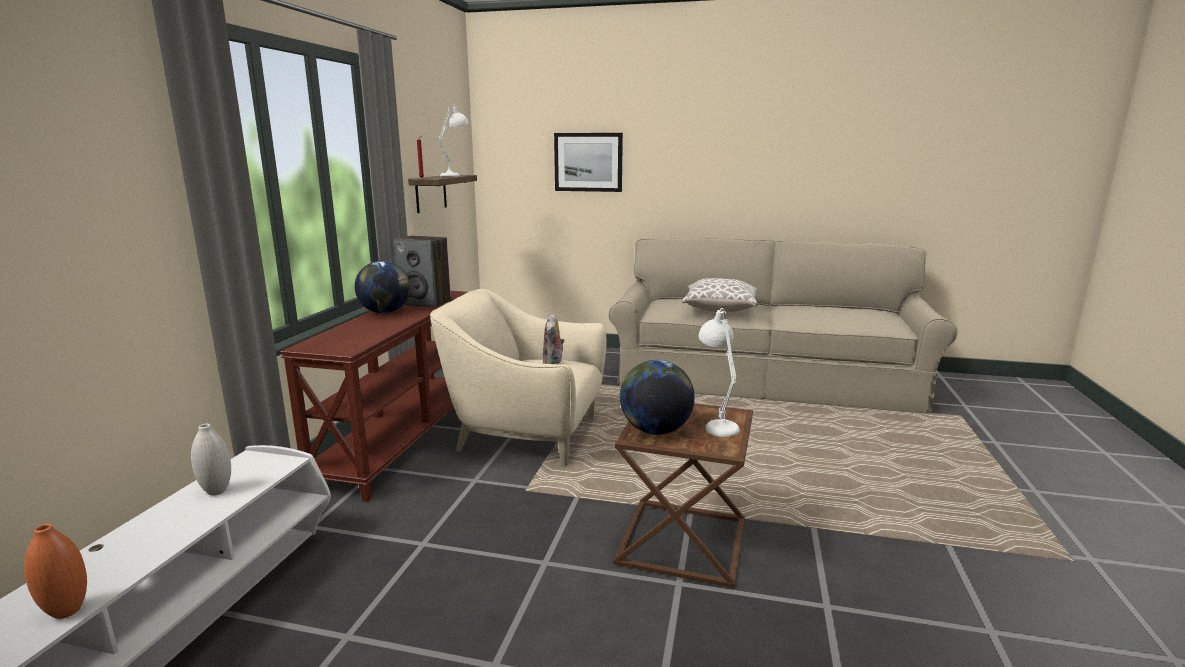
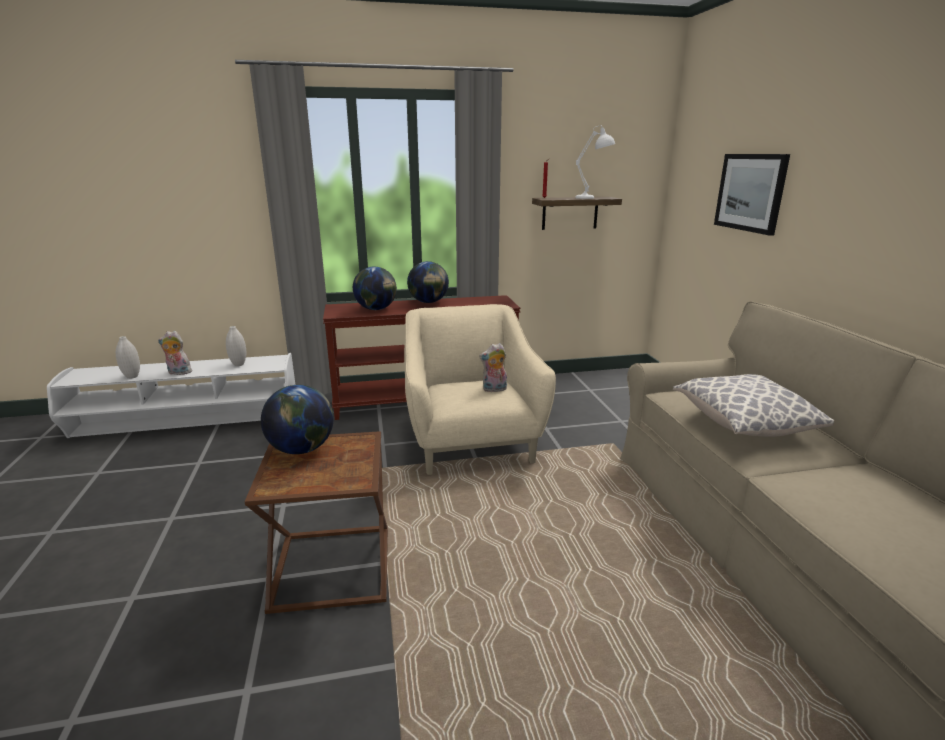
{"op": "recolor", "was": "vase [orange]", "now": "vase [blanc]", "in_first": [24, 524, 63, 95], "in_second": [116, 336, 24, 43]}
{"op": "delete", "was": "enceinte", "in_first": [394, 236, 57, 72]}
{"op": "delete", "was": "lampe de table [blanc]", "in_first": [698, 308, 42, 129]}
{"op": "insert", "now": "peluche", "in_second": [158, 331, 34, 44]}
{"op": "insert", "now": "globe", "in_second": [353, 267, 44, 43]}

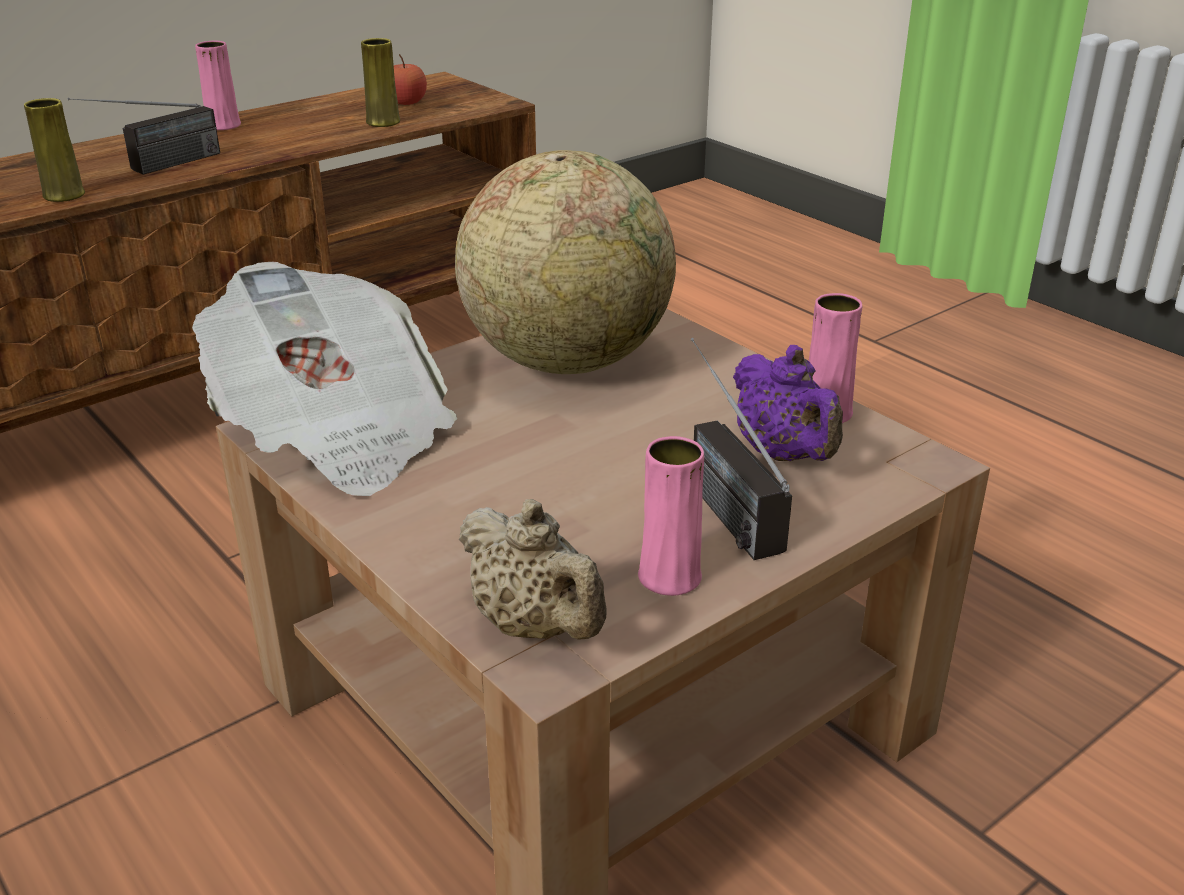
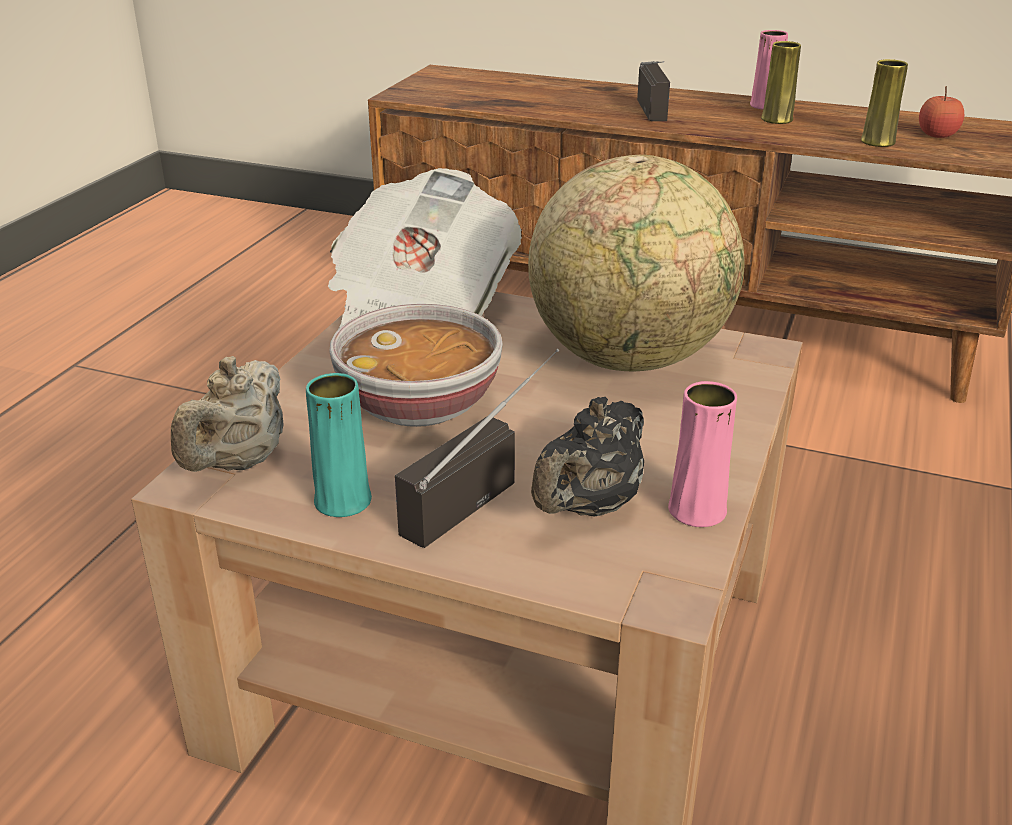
{"op": "move", "was": "vase [jaune]", "in_first": [24, 98, 61, 104], "in_second": [761, 41, 40, 83]}
{"op": "rotate", "was": "radio", "in_first": [67, 98, 153, 77], "in_second": [637, 61, 33, 60], "clockwise": -105}
{"op": "recolor", "was": "vase [rose]", "now": "vase [turquoise]", "in_first": [638, 436, 66, 160], "in_second": [306, 373, 66, 144]}
{"op": "recolor", "was": "théière [violet]", "now": "théière [noir]", "in_first": [733, 345, 110, 116], "in_second": [531, 397, 113, 119]}
{"op": "insert", "now": "bol", "in_second": [329, 304, 174, 123]}

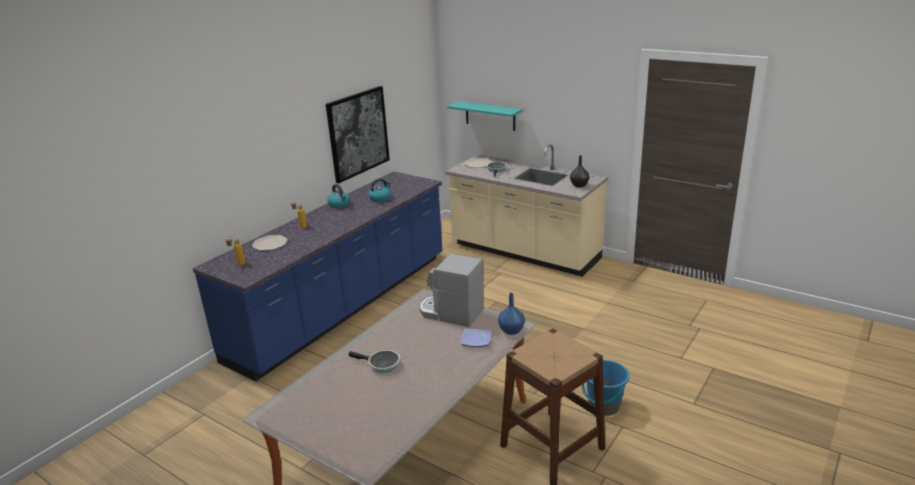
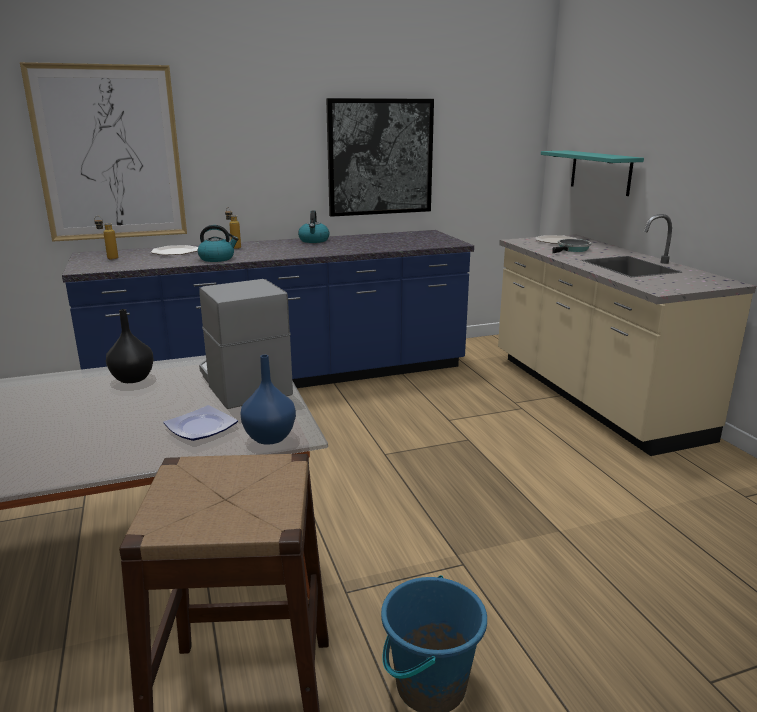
{"op": "delete", "was": "poêle", "in_first": [349, 350, 51, 23]}
{"op": "move", "was": "bouilloire", "in_first": [368, 178, 23, 24], "in_second": [198, 225, 40, 37]}
{"op": "move", "was": "vase [noir]", "in_first": [570, 155, 20, 32], "in_second": [106, 309, 48, 74]}
{"op": "insert", "now": "tableau", "in_second": [20, 62, 167, 180]}

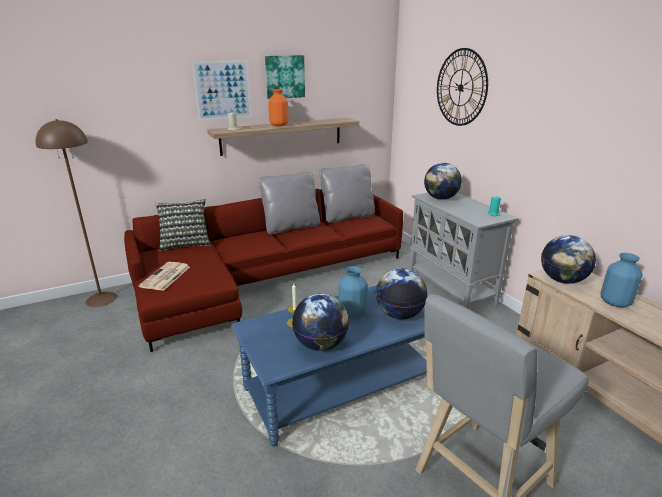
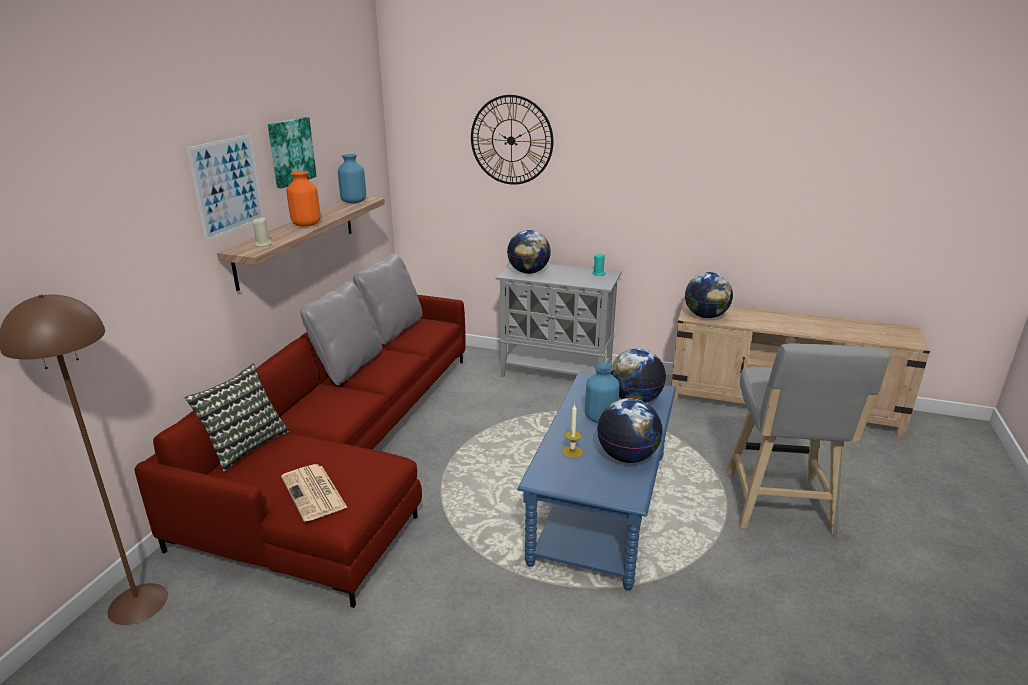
{"op": "move", "was": "vase [bleu]", "in_first": [600, 253, 42, 54], "in_second": [338, 154, 28, 49]}

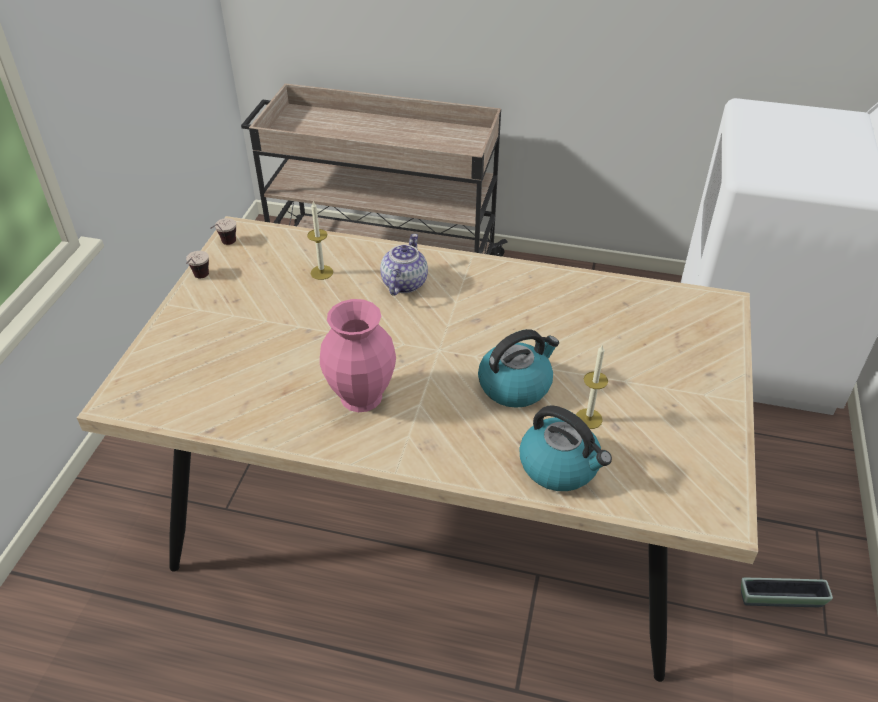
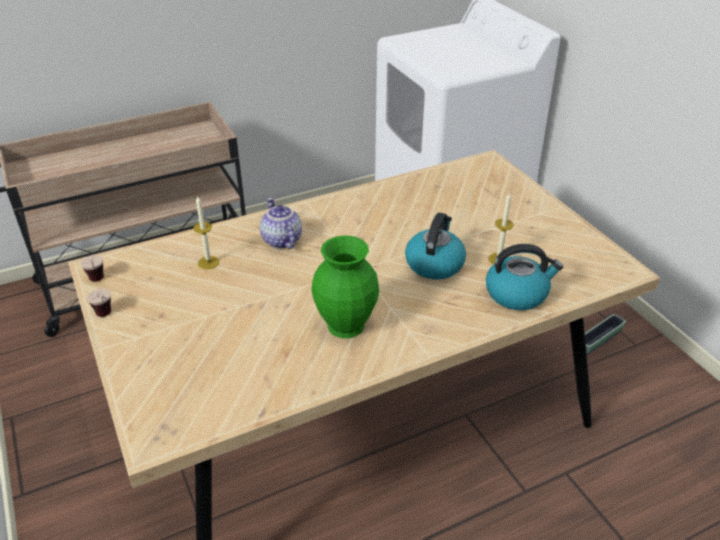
{"op": "recolor", "was": "vase [rose]", "now": "vase [vert]", "in_first": [320, 299, 76, 113], "in_second": [311, 235, 68, 103]}

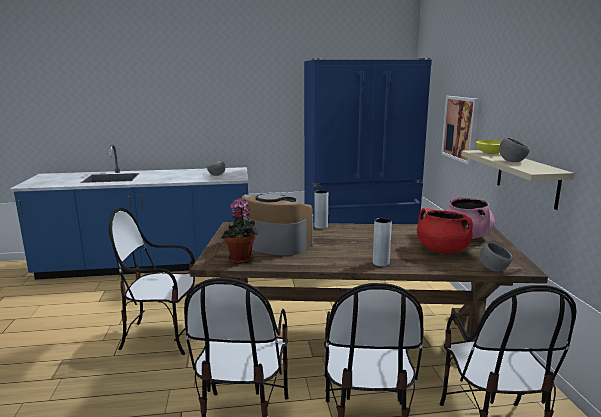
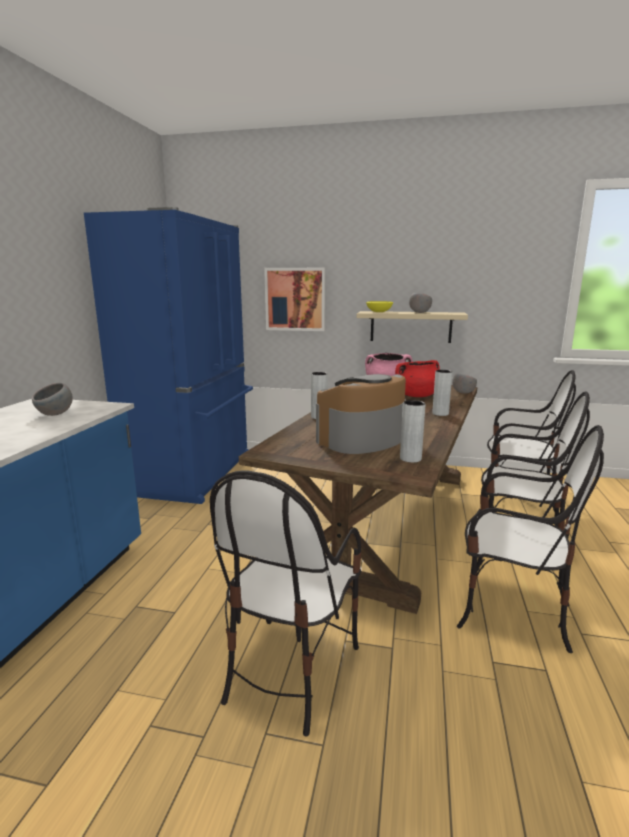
{"op": "replace", "was": "plante en pot", "now": "vase [gris]", "in_first": [221, 198, 37, 66], "in_second": [400, 400, 25, 63]}

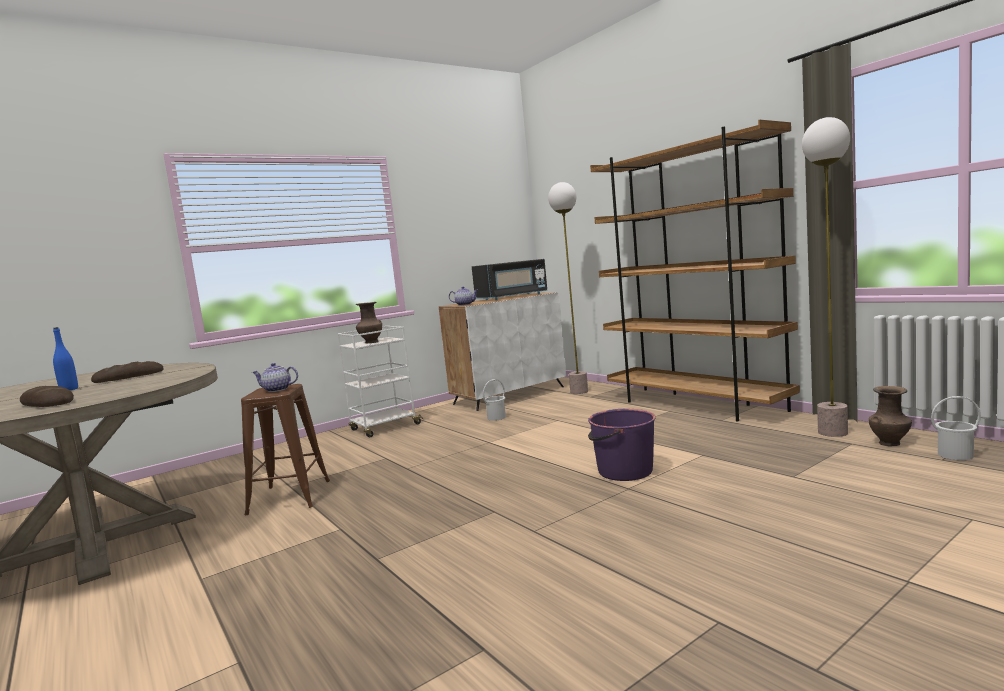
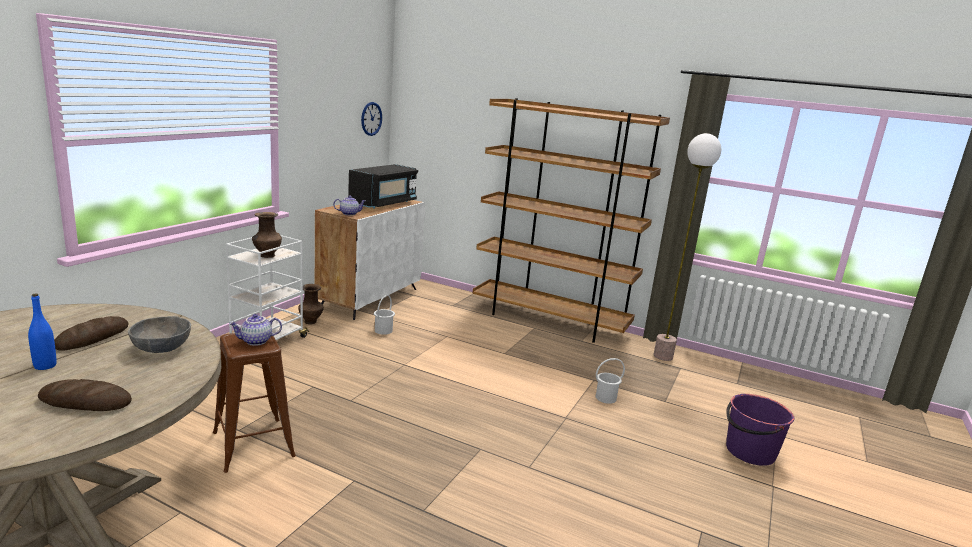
{"op": "delete", "was": "lampadaire", "in_first": [548, 182, 40, 212]}
{"op": "move", "was": "seau [violet]", "in_first": [588, 409, 68, 72], "in_second": [726, 394, 68, 72]}
{"op": "move", "was": "vase [marron]", "in_first": [868, 386, 44, 60], "in_second": [298, 284, 26, 40]}
{"op": "move", "was": "seau [blanc]", "in_first": [931, 396, 50, 64], "in_second": [596, 358, 29, 46]}
{"op": "insert", "now": "bol [gris]", "in_second": [128, 316, 63, 37]}
{"op": "insert", "now": "horloge murale", "in_second": [361, 102, 21, 34]}

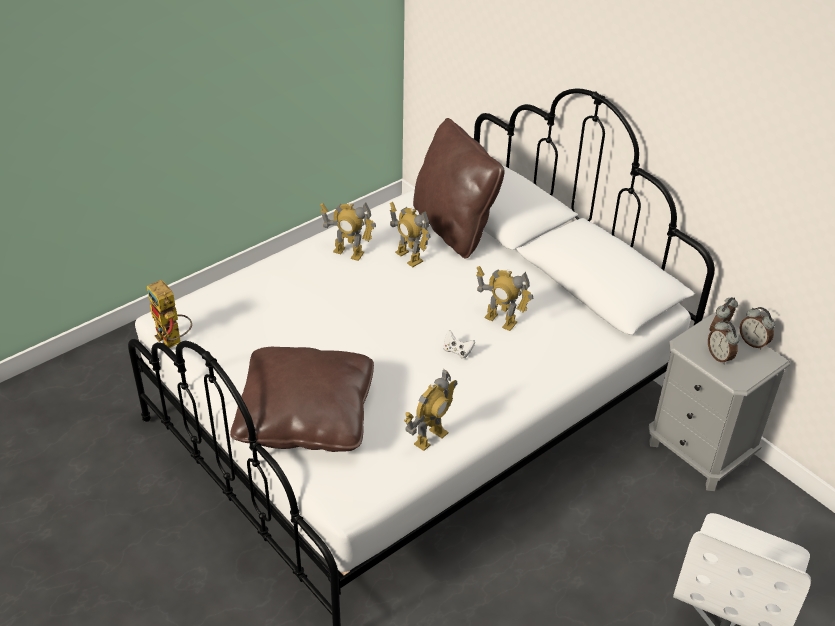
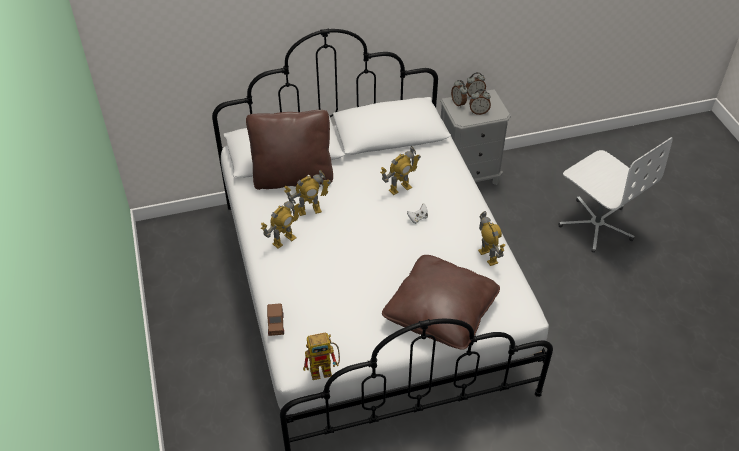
{"op": "insert", "now": "petite voiture [marron]", "in_second": [267, 304, 17, 32]}

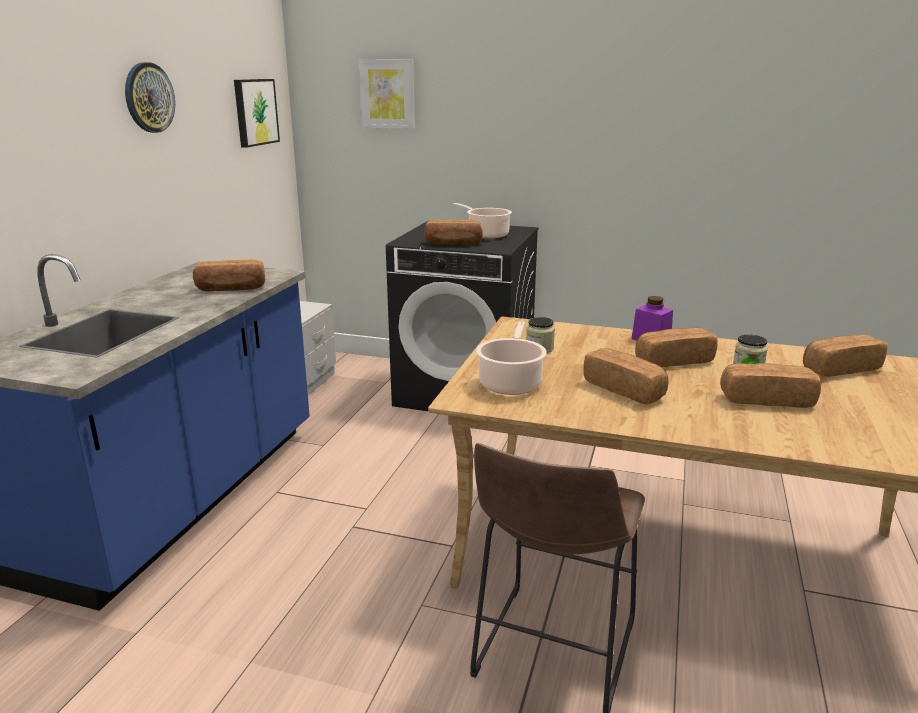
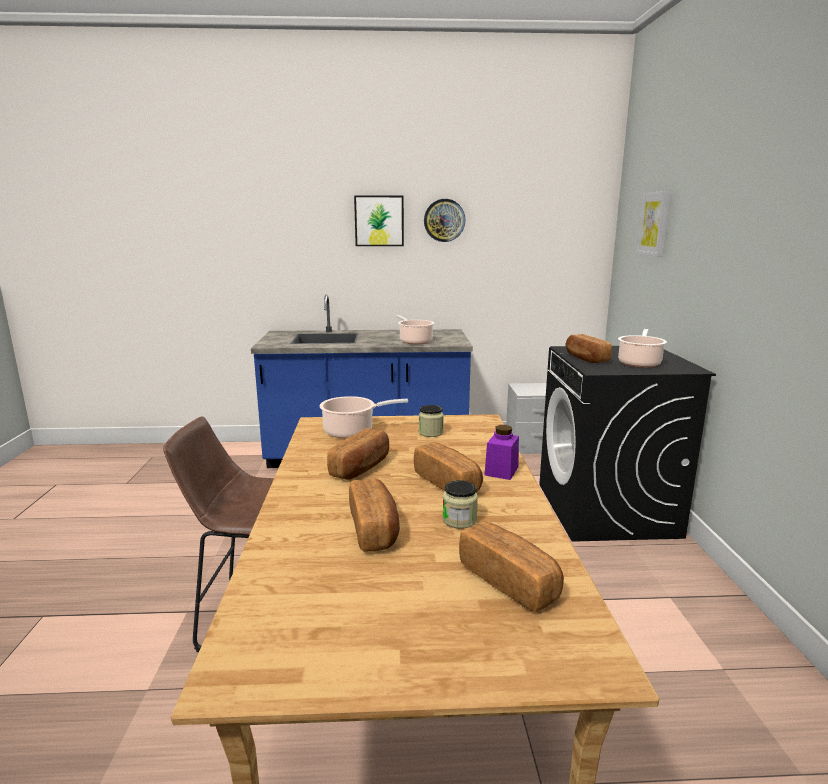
{"op": "replace", "was": "pain", "now": "marmite", "in_first": [193, 259, 72, 32], "in_second": [396, 315, 38, 29]}
{"op": "move", "was": "tableau", "in_first": [234, 79, 46, 69], "in_second": [354, 196, 50, 50]}

